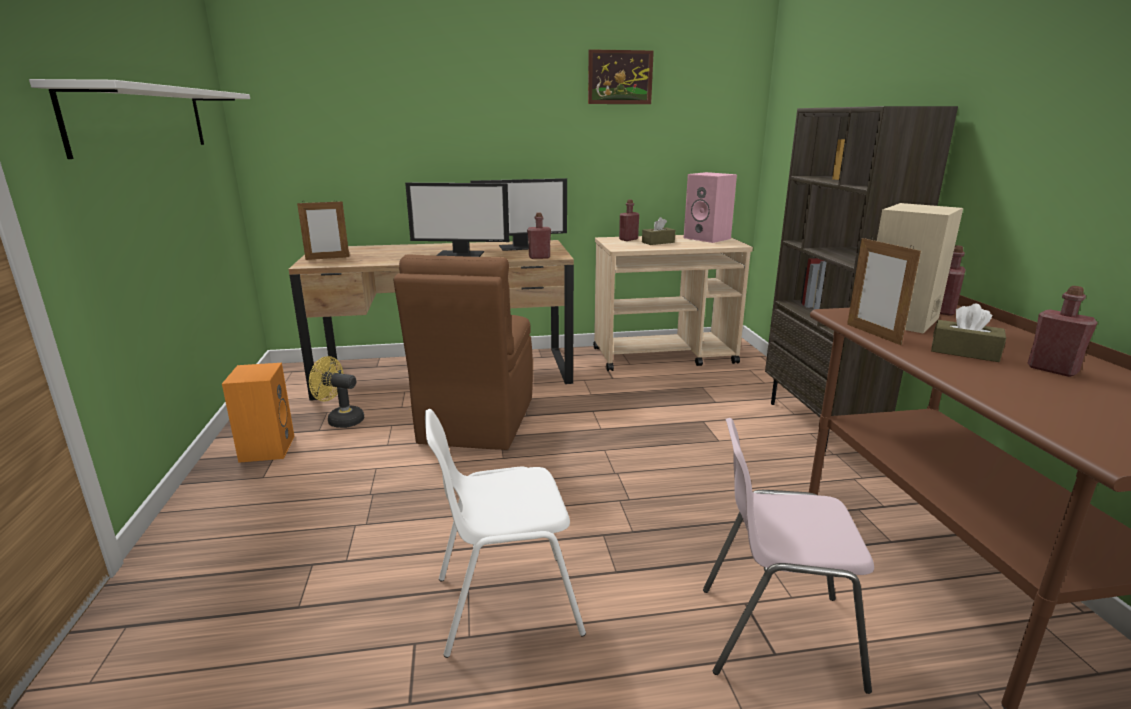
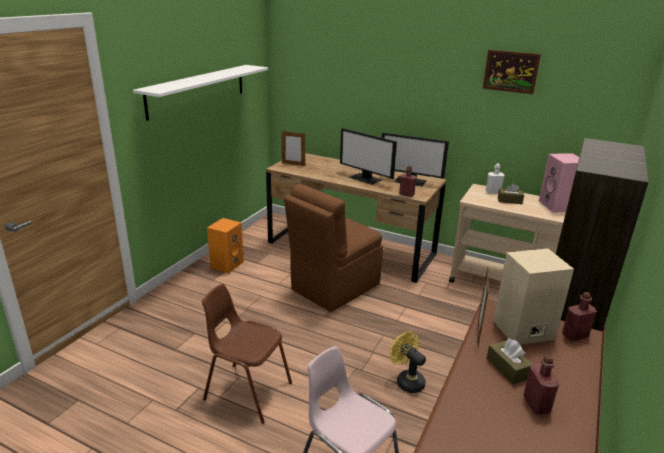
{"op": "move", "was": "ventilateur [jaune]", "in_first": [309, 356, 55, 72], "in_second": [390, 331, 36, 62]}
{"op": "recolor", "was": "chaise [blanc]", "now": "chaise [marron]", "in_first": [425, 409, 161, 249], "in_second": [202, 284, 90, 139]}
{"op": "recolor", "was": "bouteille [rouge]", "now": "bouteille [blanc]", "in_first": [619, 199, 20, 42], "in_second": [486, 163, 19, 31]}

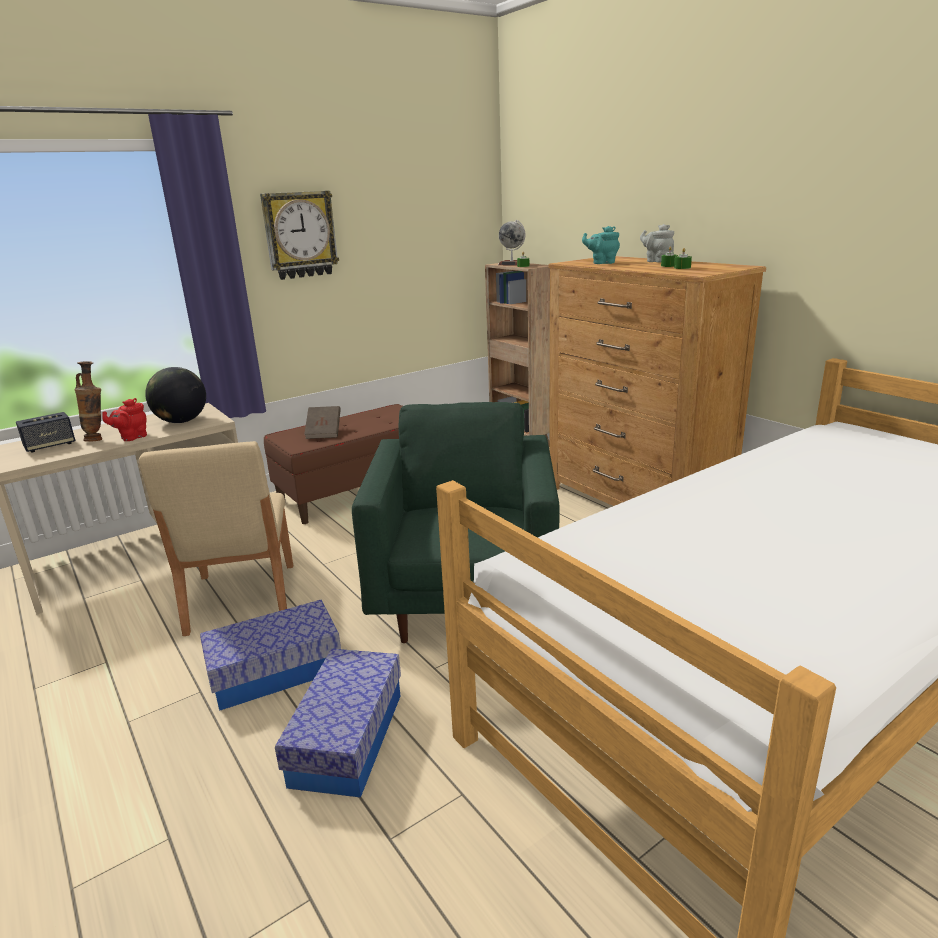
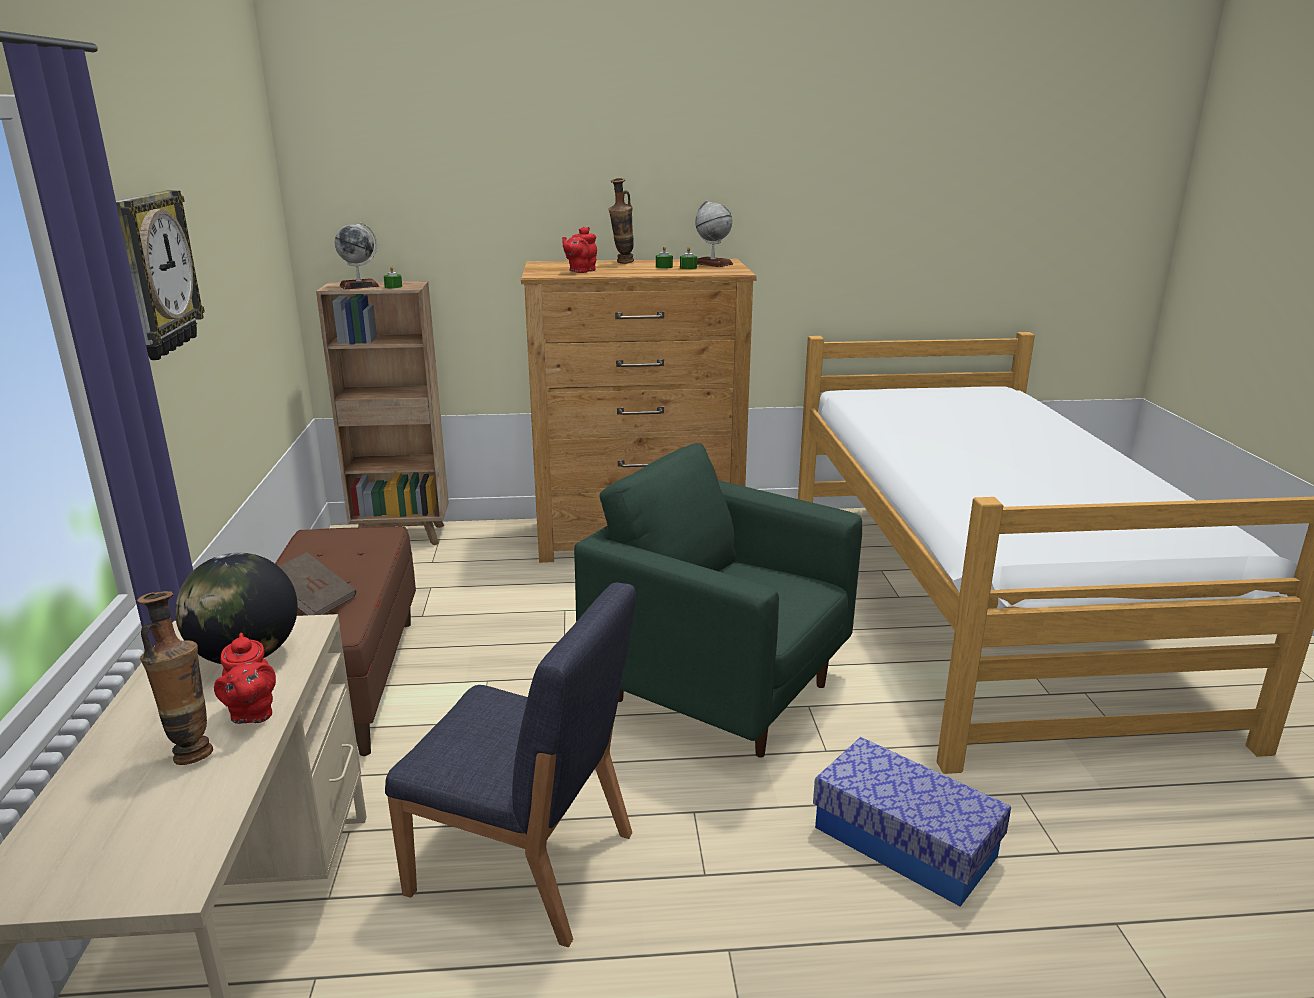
{"op": "delete", "was": "enceinte", "in_first": [16, 412, 60, 41]}
{"op": "recolor", "was": "chaise [beige]", "now": "chaise [bleu]", "in_first": [139, 441, 154, 195], "in_second": [385, 583, 251, 364]}
{"op": "delete", "was": "boîte de rangement", "in_first": [200, 600, 141, 111]}
{"op": "recolor", "was": "théière [turquoise]", "now": "théière [rouge]", "in_first": [582, 226, 38, 38], "in_second": [562, 227, 35, 46]}
{"op": "replace", "was": "théière [gris]", "now": "vase", "in_first": [640, 224, 34, 39], "in_second": [608, 178, 26, 86]}
{"op": "insert", "now": "globe", "in_second": [695, 200, 38, 67]}

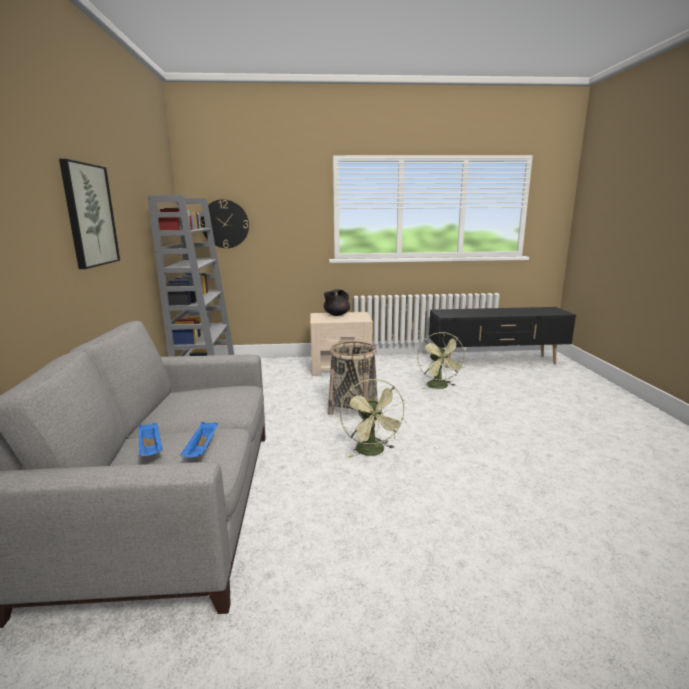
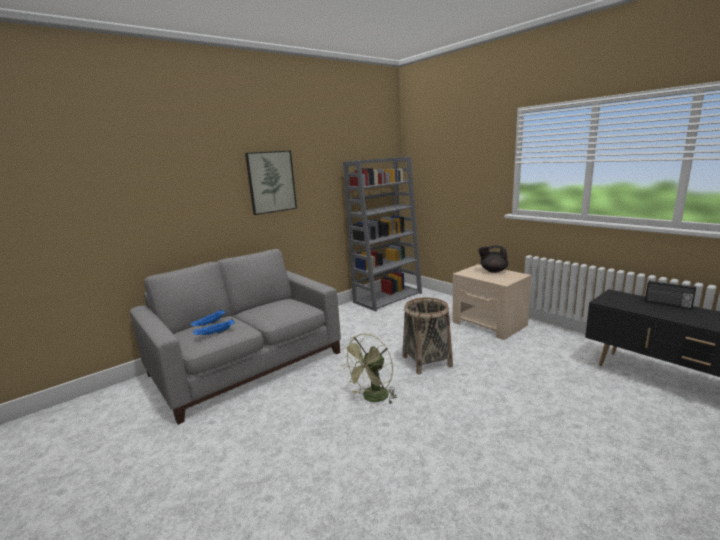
{"op": "delete", "was": "horloge murale", "in_first": [201, 199, 48, 49]}
{"op": "delete", "was": "ventilateur [vert]", "in_first": [417, 332, 49, 57]}
{"op": "insert", "now": "radio", "in_second": [645, 280, 51, 29]}

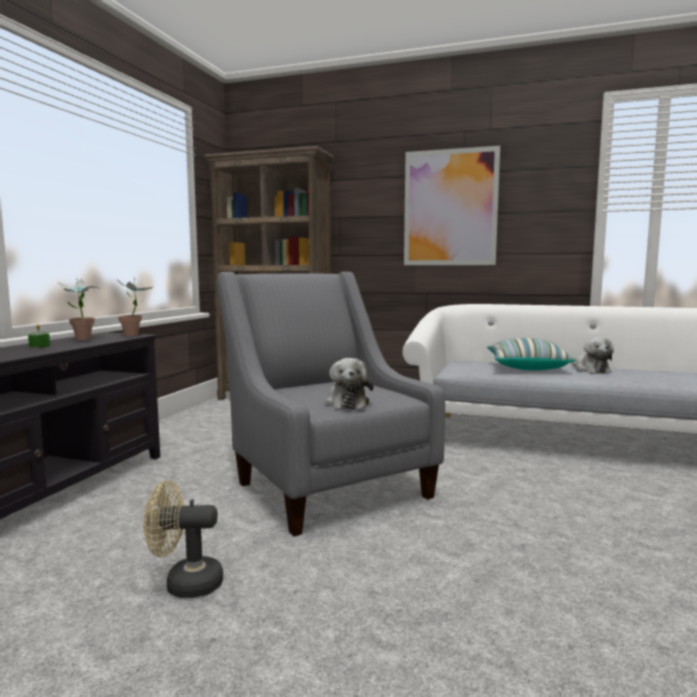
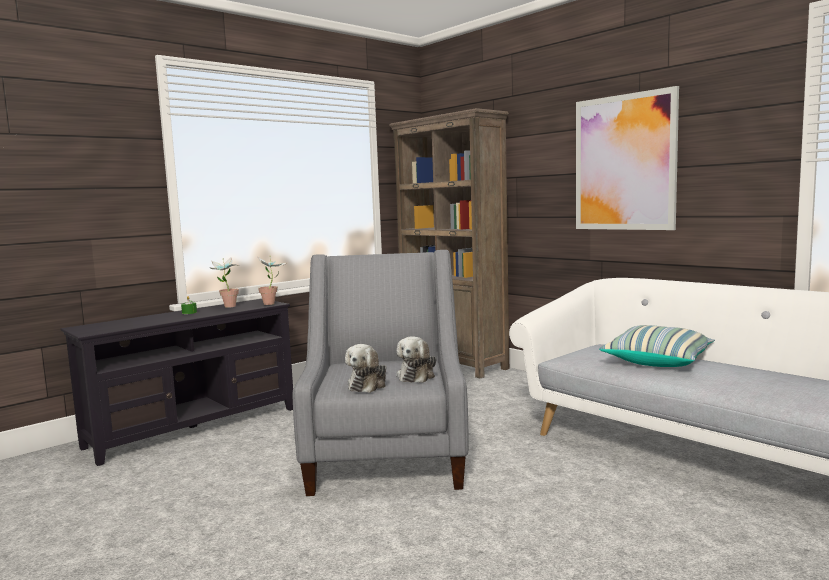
{"op": "delete", "was": "ventilateur [beige]", "in_first": [143, 480, 80, 118]}
{"op": "move", "was": "peluche", "in_first": [571, 337, 43, 37], "in_second": [396, 336, 40, 47]}

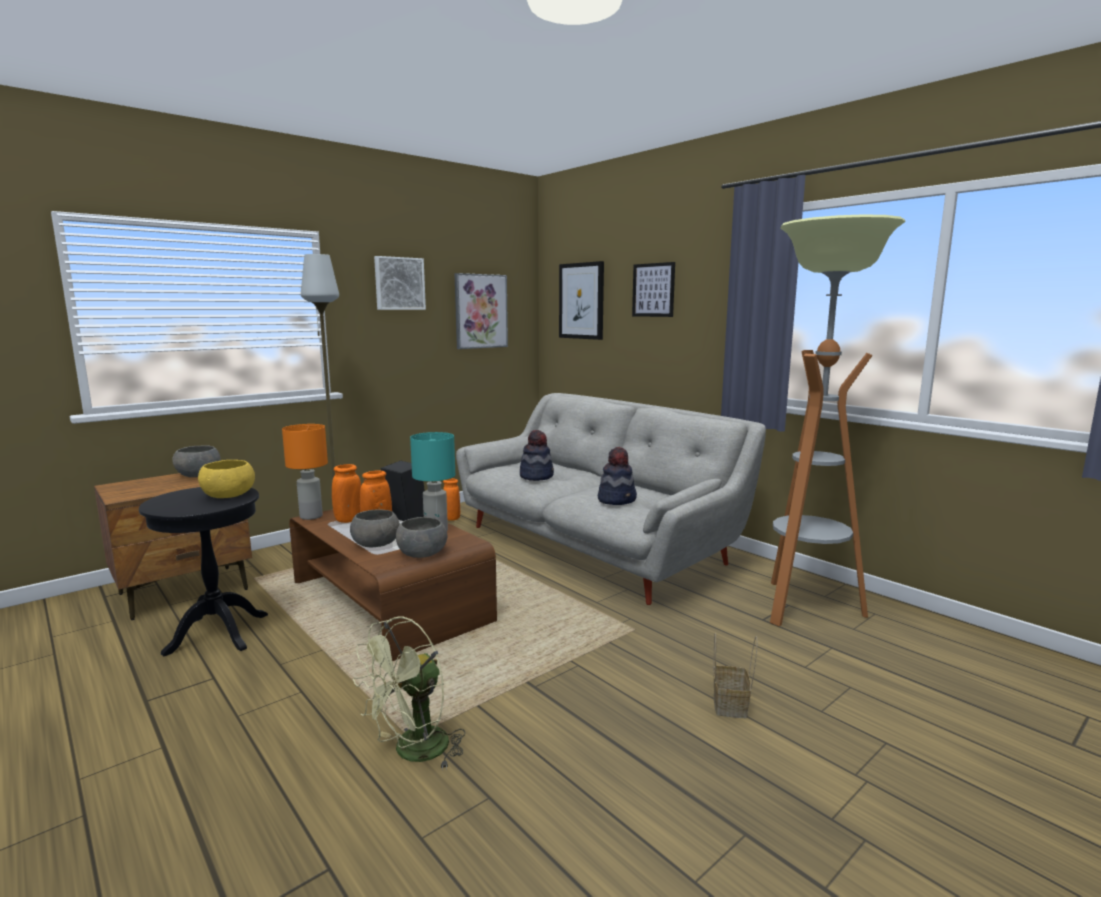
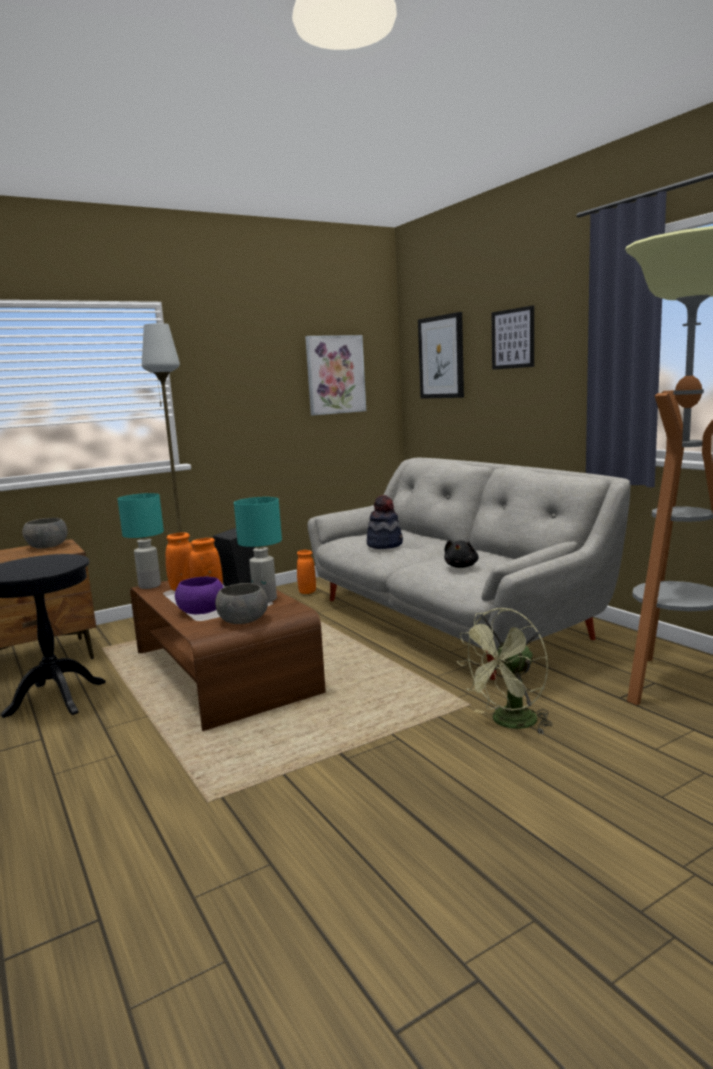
{"op": "delete", "was": "bol [jaune]", "in_first": [198, 460, 57, 38]}
{"op": "recolor", "was": "lampe de table [orange]", "now": "lampe de table [turquoise]", "in_first": [282, 424, 46, 96], "in_second": [118, 493, 46, 96]}
{"op": "recolor", "was": "bol [gris]", "now": "bol [violet]", "in_first": [350, 509, 50, 38], "in_second": [175, 577, 49, 37]}
{"op": "move", "was": "ventilateur [vert]", "in_first": [353, 617, 112, 153], "in_second": [457, 608, 96, 126]}
{"op": "delete", "was": "tableau", "in_first": [374, 256, 52, 54]}
{"op": "replace", "was": "chapeau", "now": "peluche [noir]", "in_first": [598, 447, 39, 58], "in_second": [444, 540, 35, 28]}
{"op": "delete", "was": "panier", "in_first": [713, 633, 44, 85]}

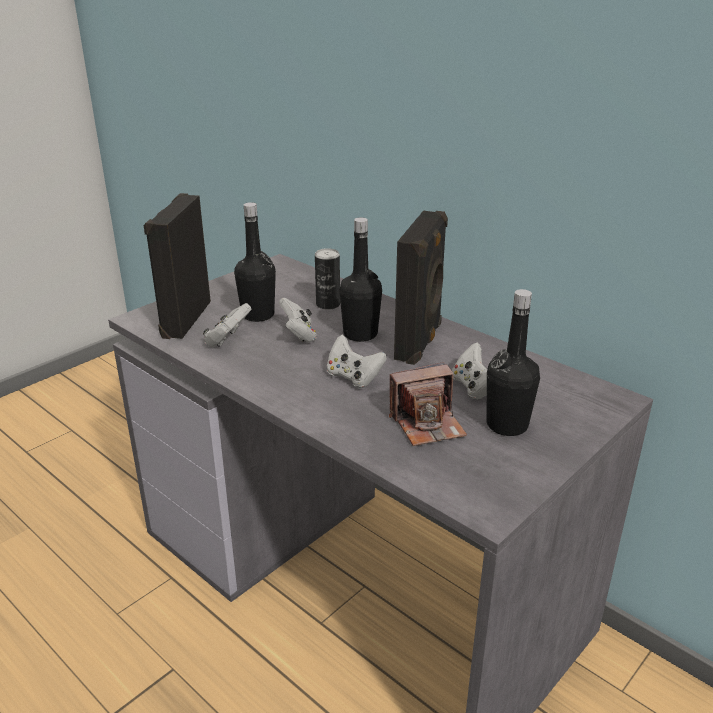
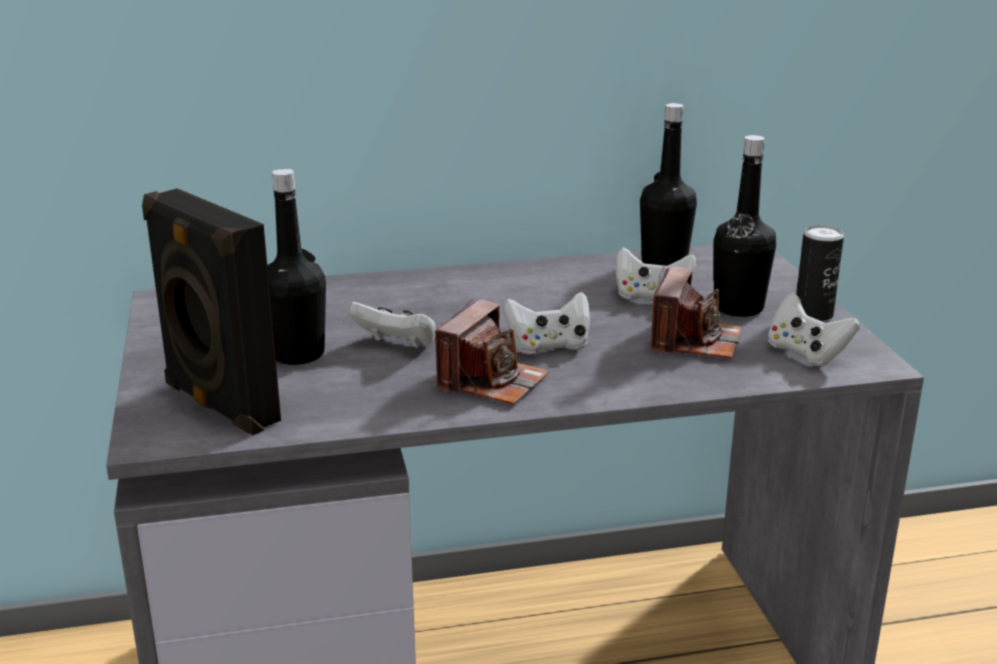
{"op": "move", "was": "manette [blanc]", "in_first": [203, 303, 49, 44], "in_second": [768, 292, 92, 74]}
{"op": "move", "was": "boîte métallique", "in_first": [315, 248, 25, 62], "in_second": [796, 225, 48, 96]}
{"op": "move", "was": "bouteille [noir]", "in_first": [339, 217, 43, 125], "in_second": [640, 103, 57, 163]}
{"op": "delete", "was": "enceinte [noir]", "in_first": [394, 211, 54, 154]}
{"op": "insert", "now": "appareil photo", "in_second": [435, 299, 114, 106]}

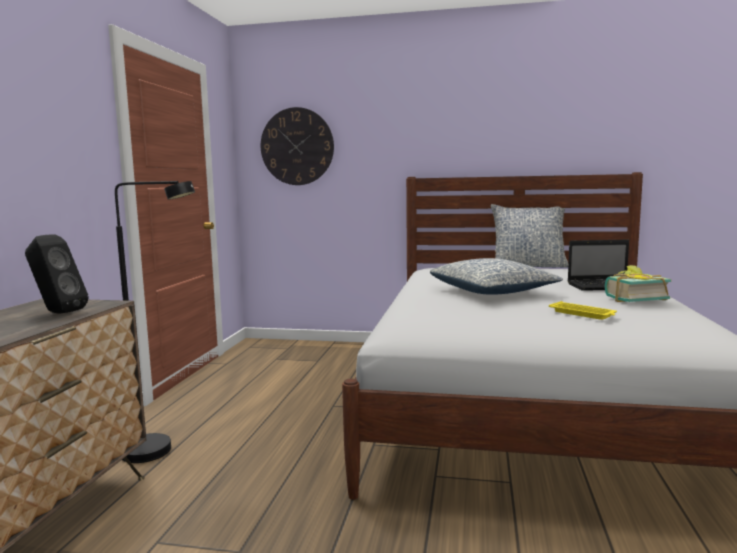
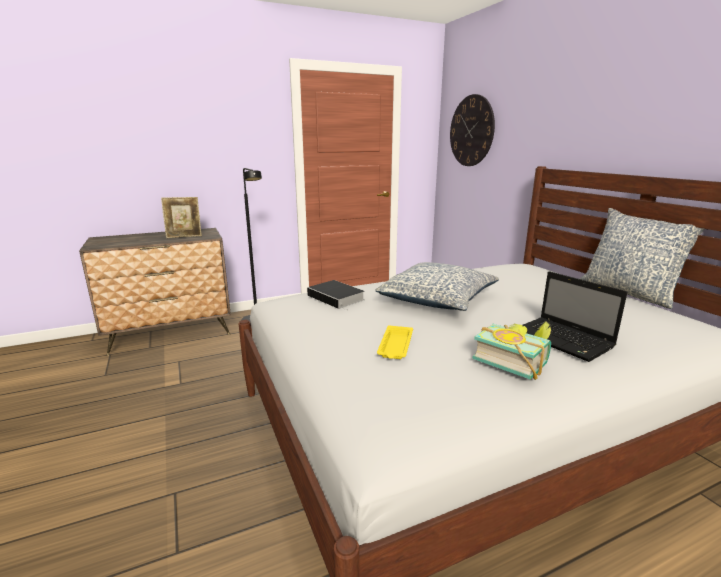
{"op": "replace", "was": "enceinte [noir]", "now": "cadre photo", "in_first": [25, 234, 64, 80], "in_second": [161, 197, 41, 41]}
{"op": "insert", "now": "livre", "in_second": [307, 280, 58, 31]}

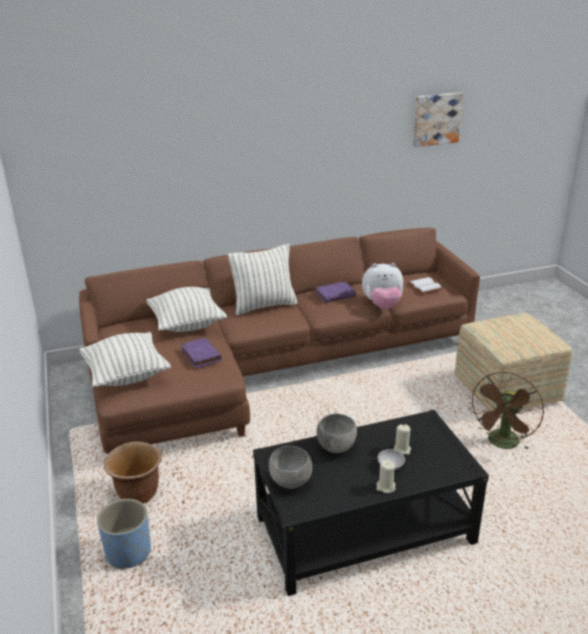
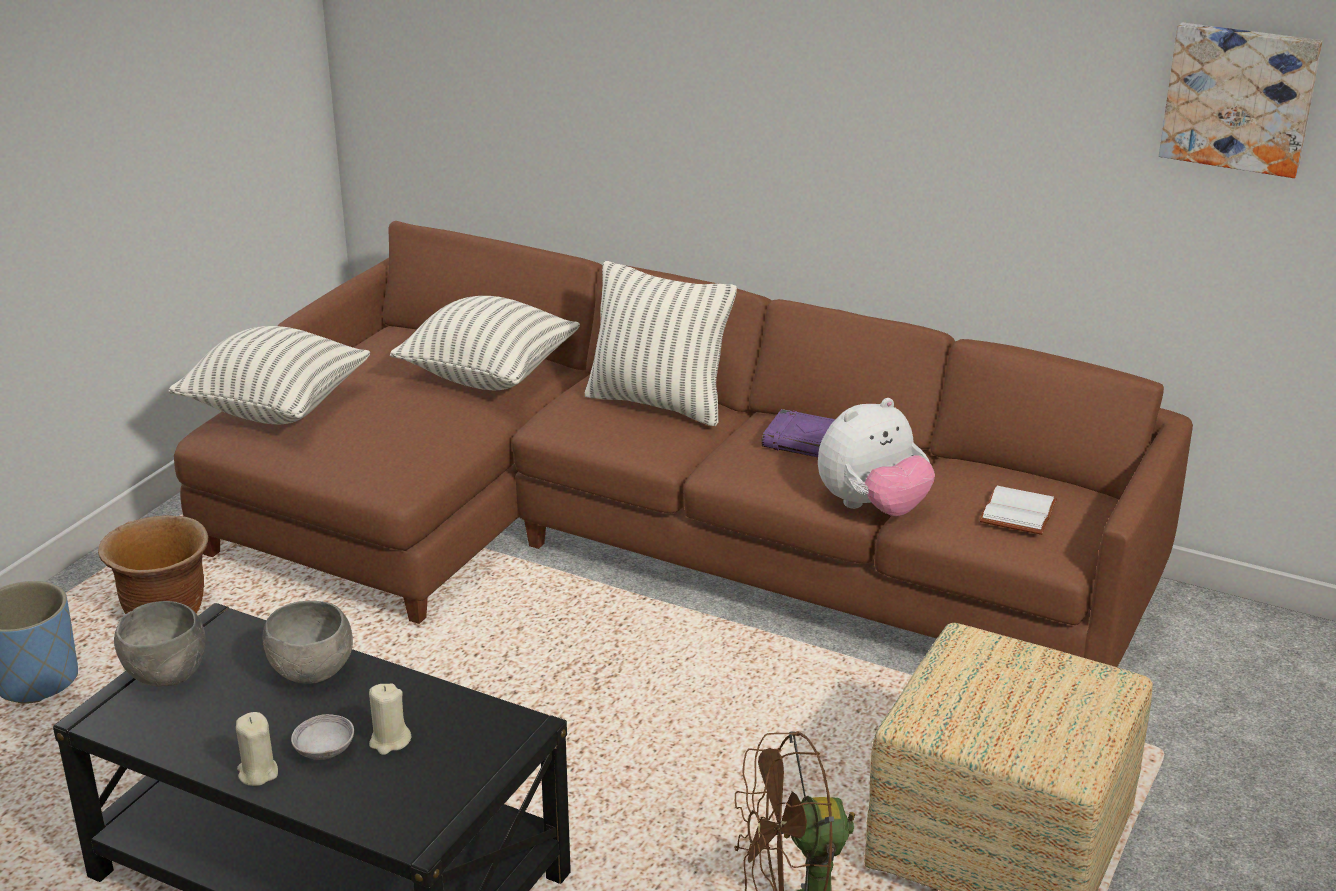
{"op": "delete", "was": "livre [violet]", "in_first": [181, 338, 41, 30]}
{"op": "rotate", "was": "peluche", "in_first": [362, 263, 41, 46], "in_second": [818, 398, 117, 118], "clockwise": -75}

